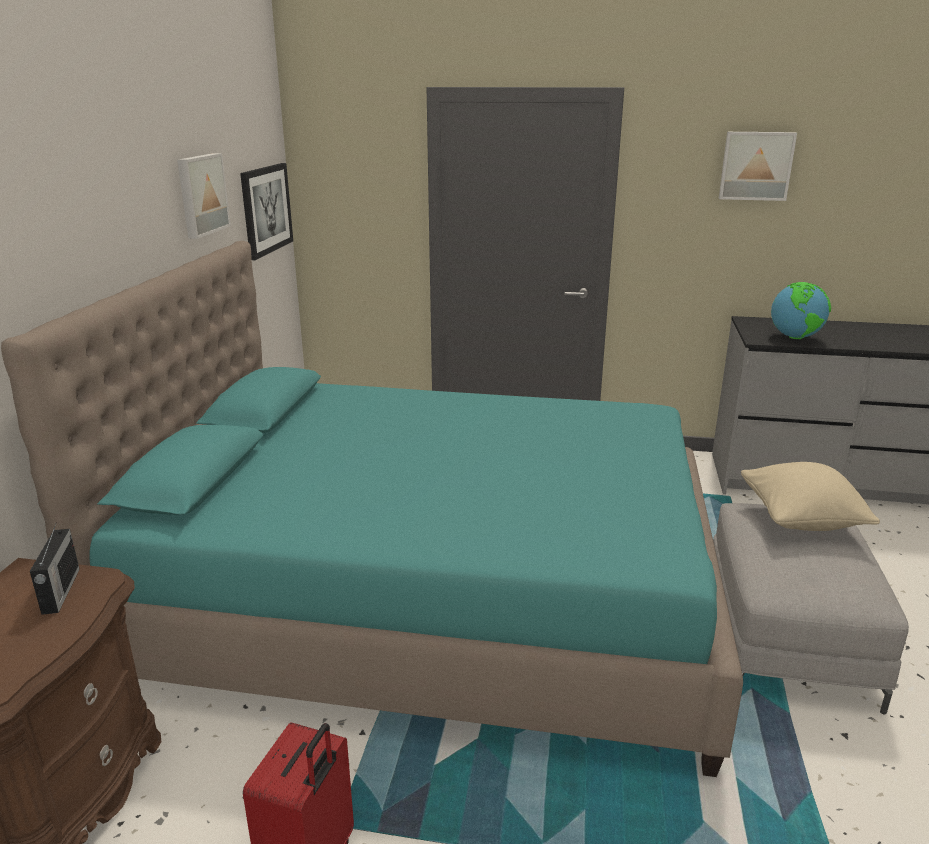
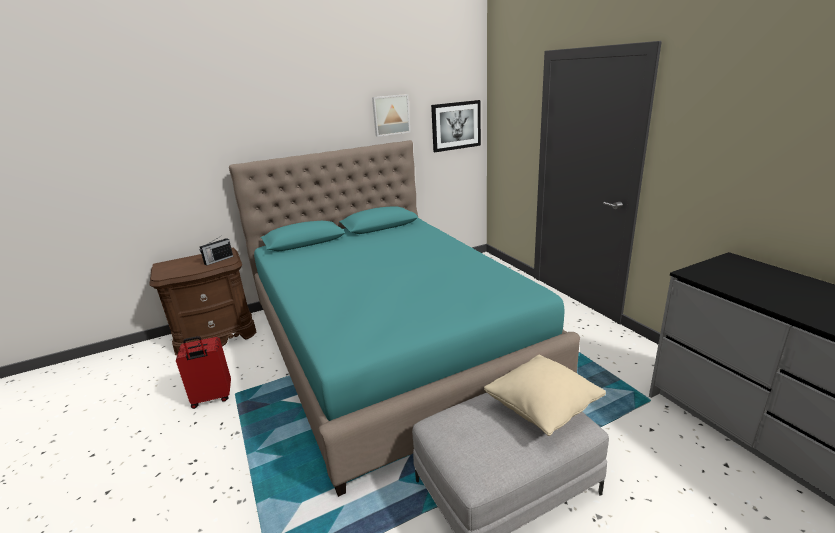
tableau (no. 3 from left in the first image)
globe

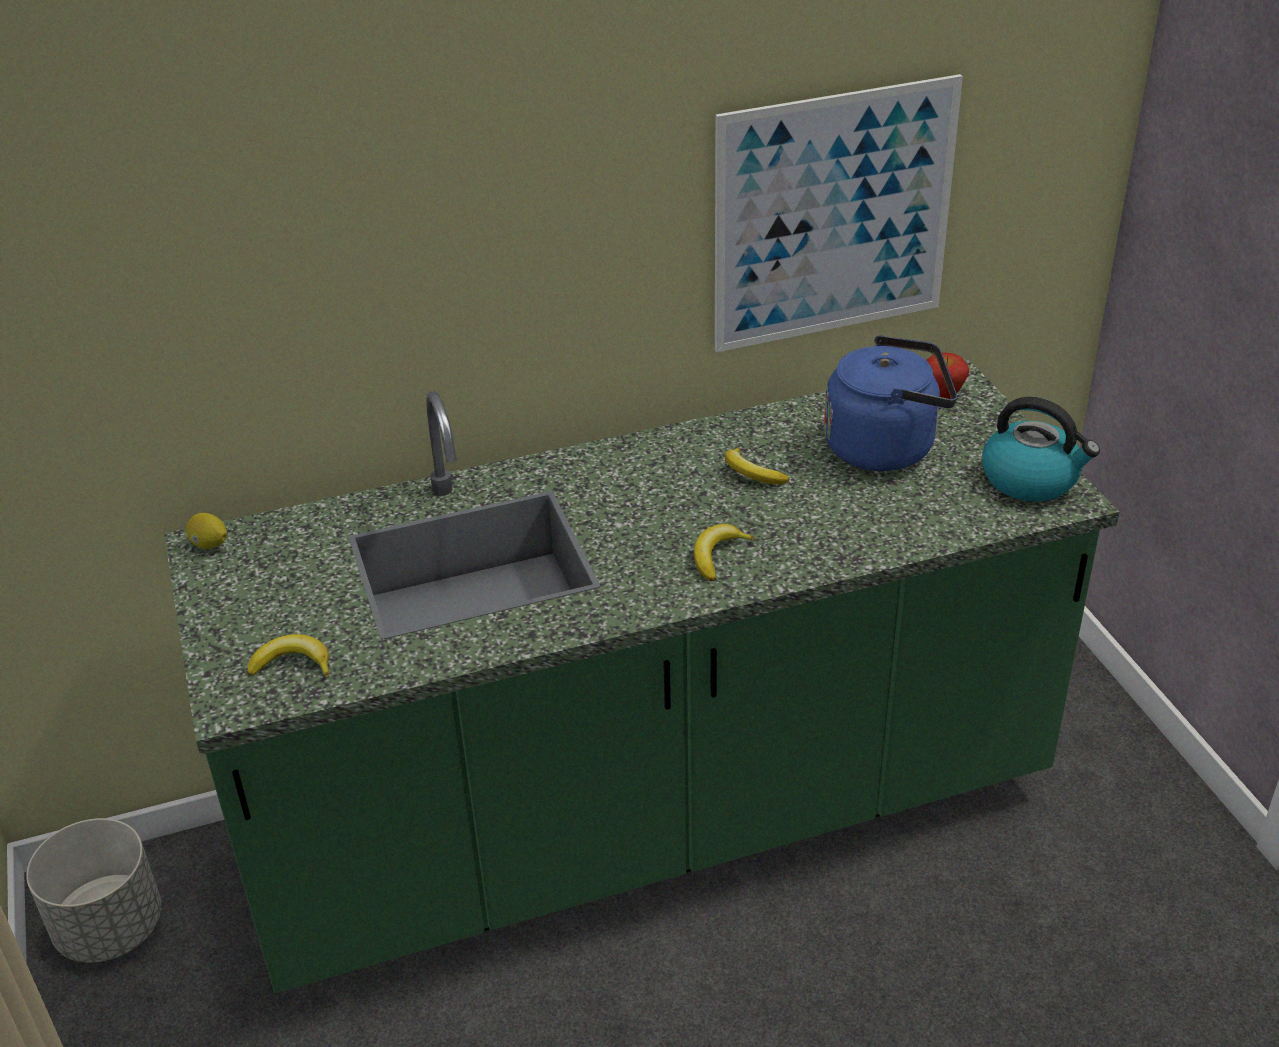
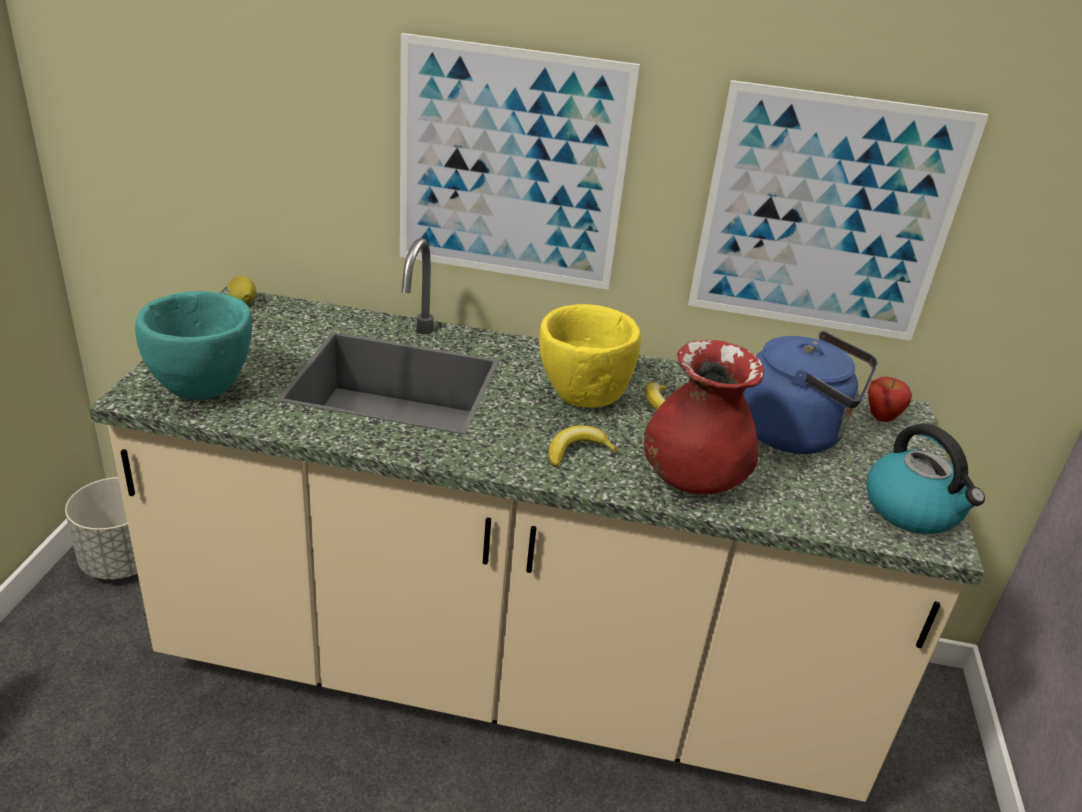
comptoir de cuisine/beige
bol/turquoise
tableau (no. 1 from left)
bol/jaune
vase/rouge

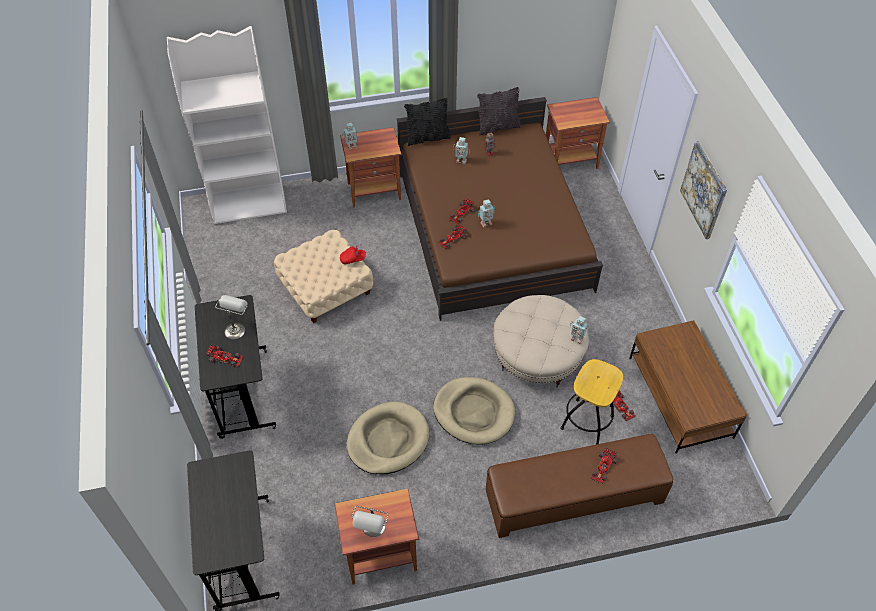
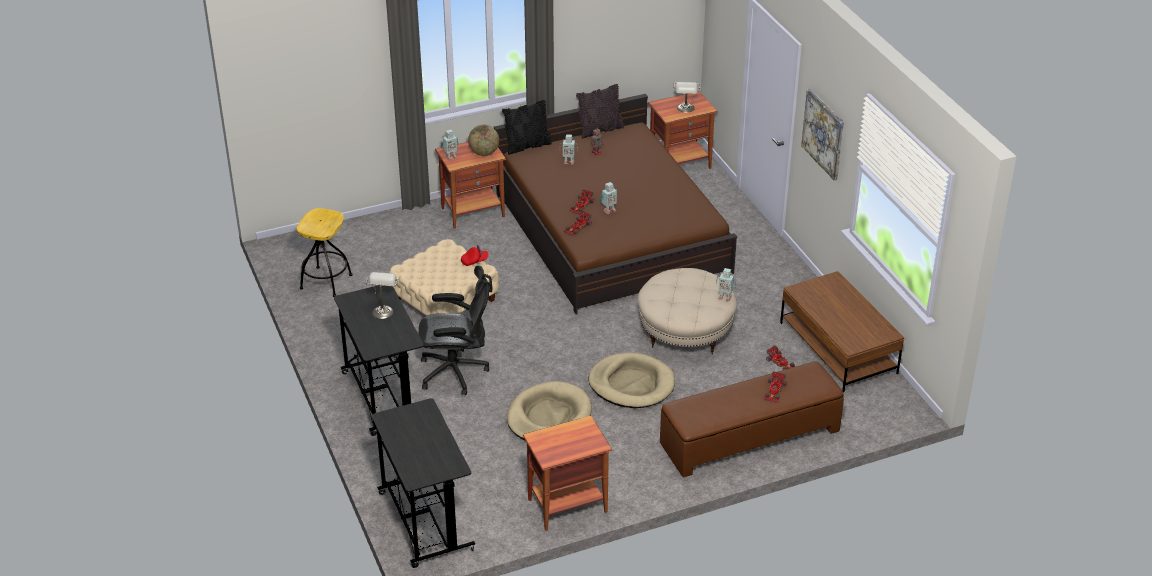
tabouret/jaune
chaise de bureau
globe
lampe de table/blanc (no. 2 from left)
bibliothèque/blanc
petite voiture (no. 1 from left in the first image)

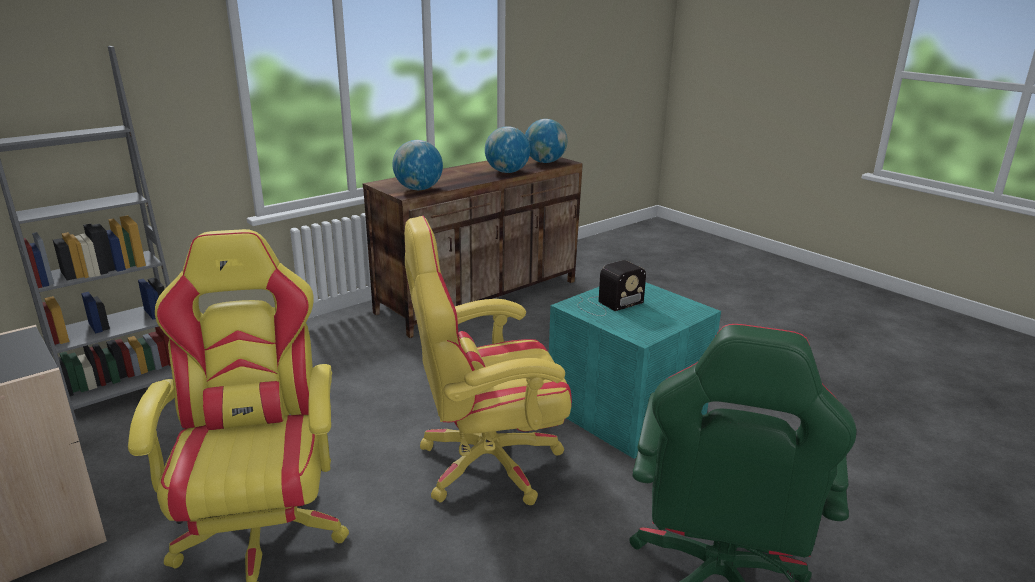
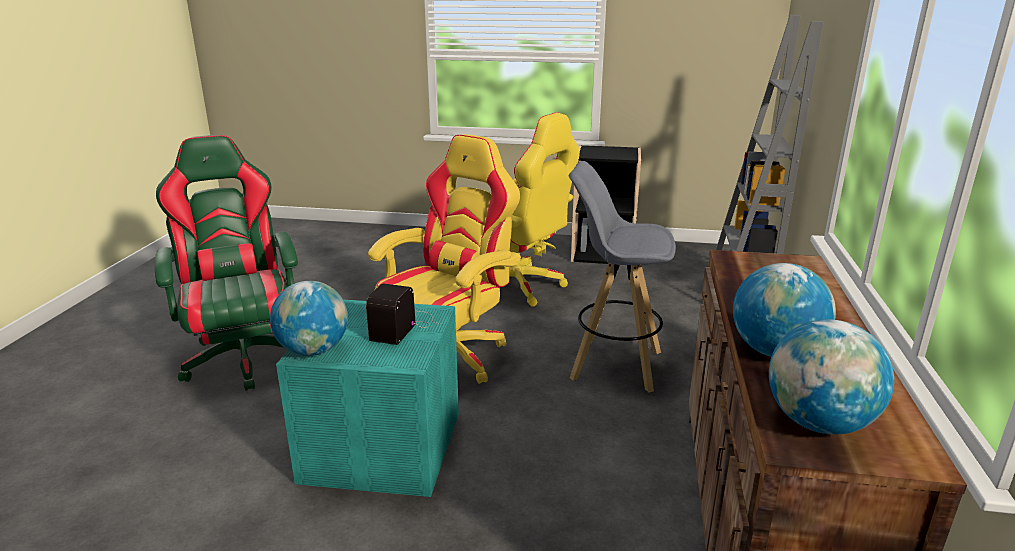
globe (no. 1 from left)
tabouret/gris

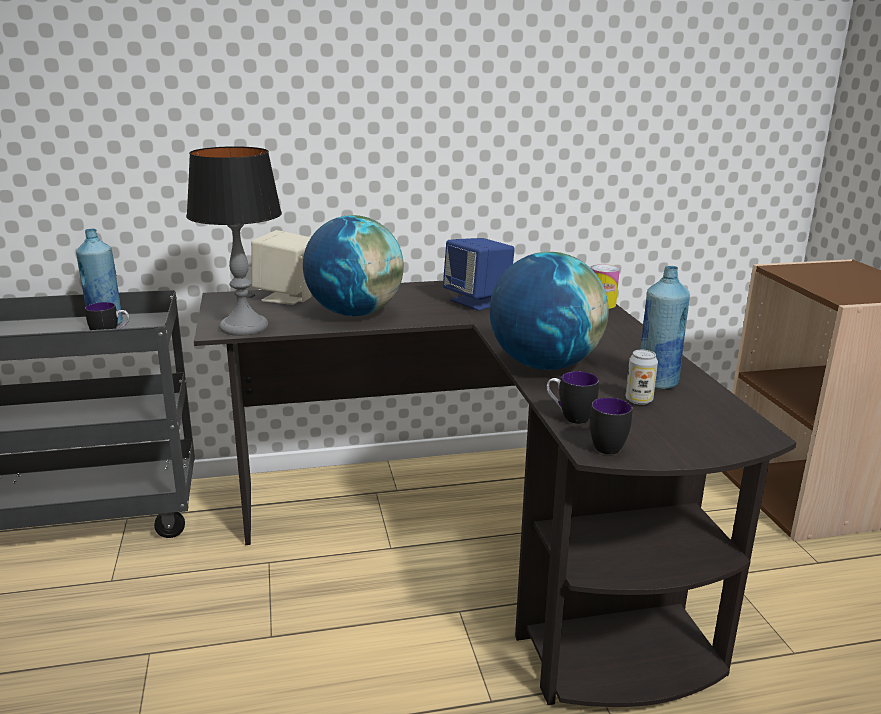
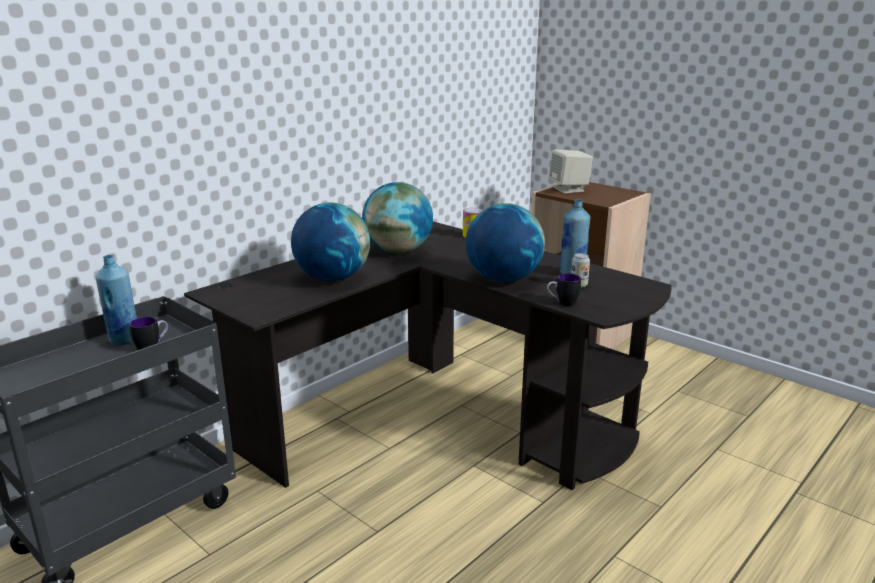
globe (no. 2 from left)
enceinte/beige
lampe de table
mug (no. 3 from left in the first image)

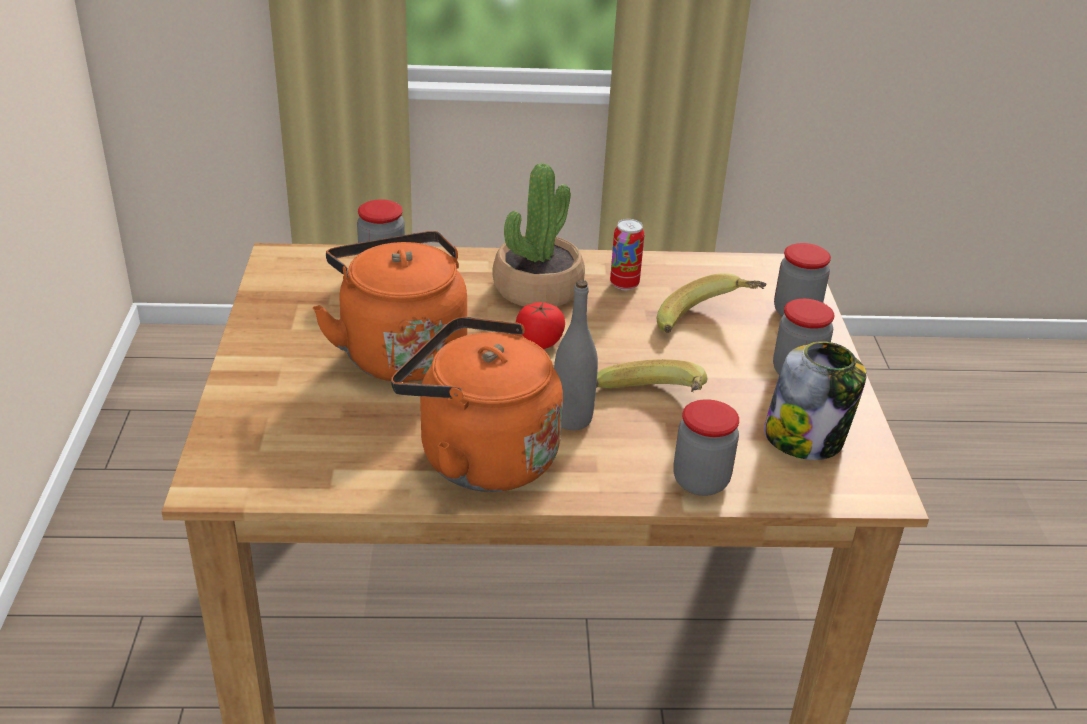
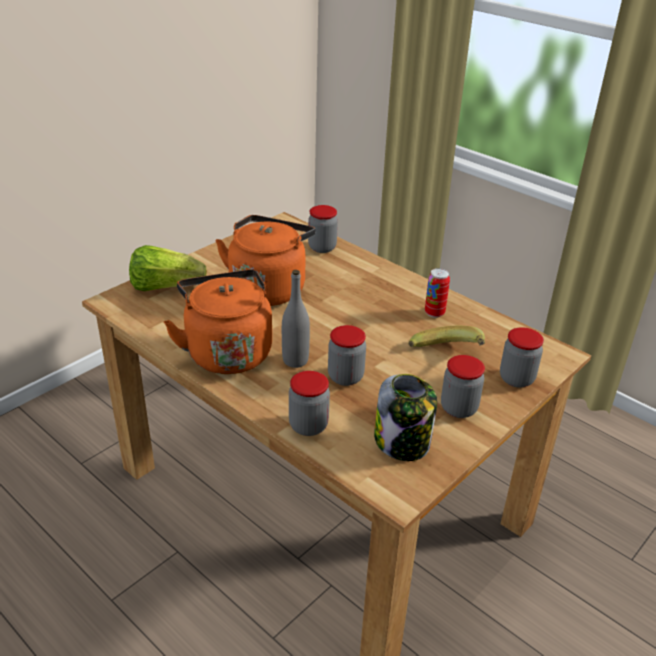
laitue
bocal (no. 3 from left)
plante en pot
tomate

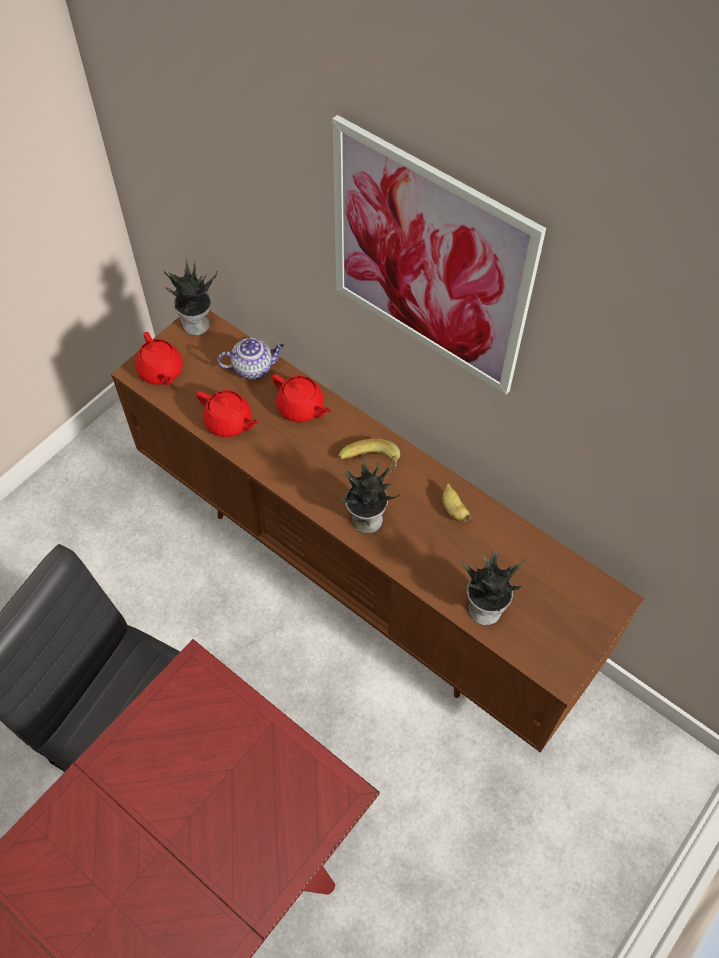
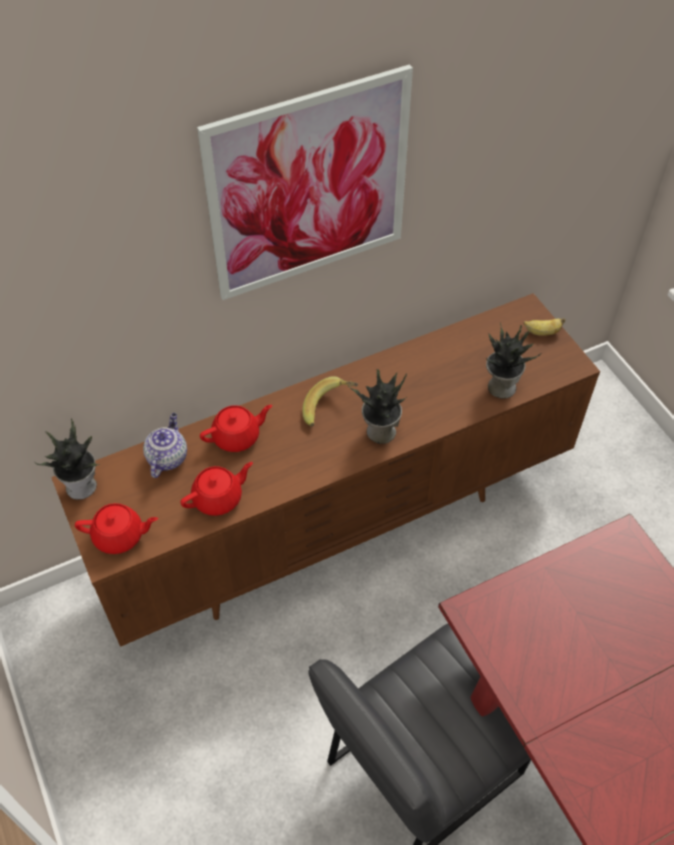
banane (no. 2 from left)

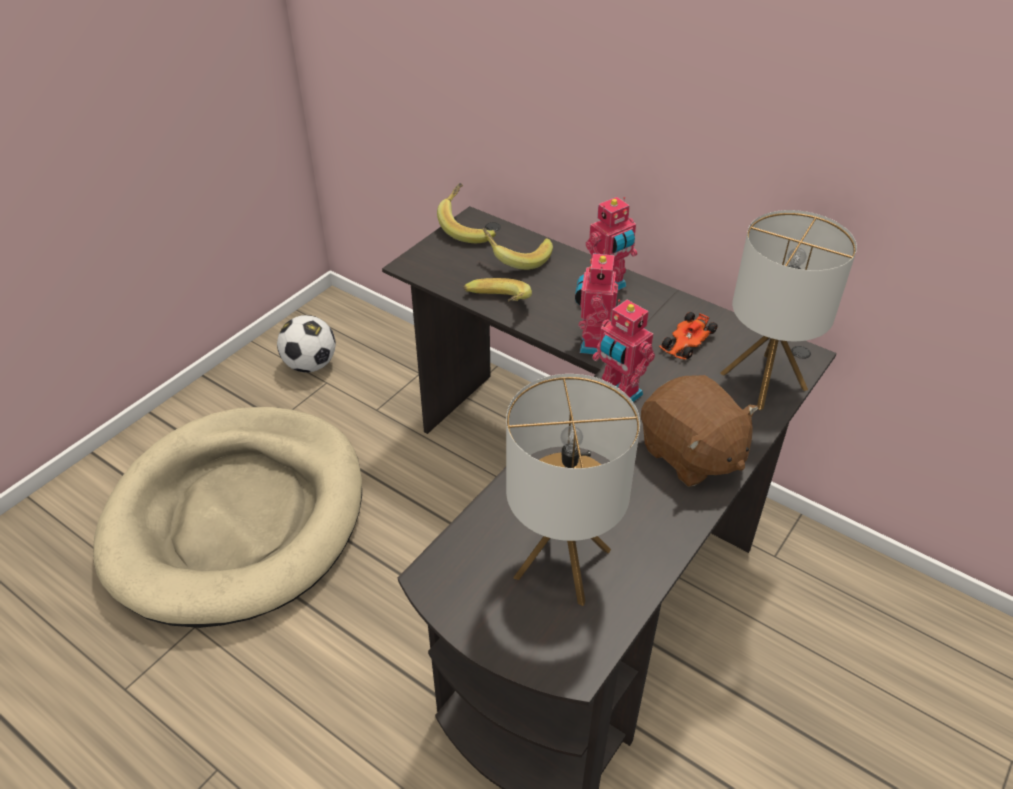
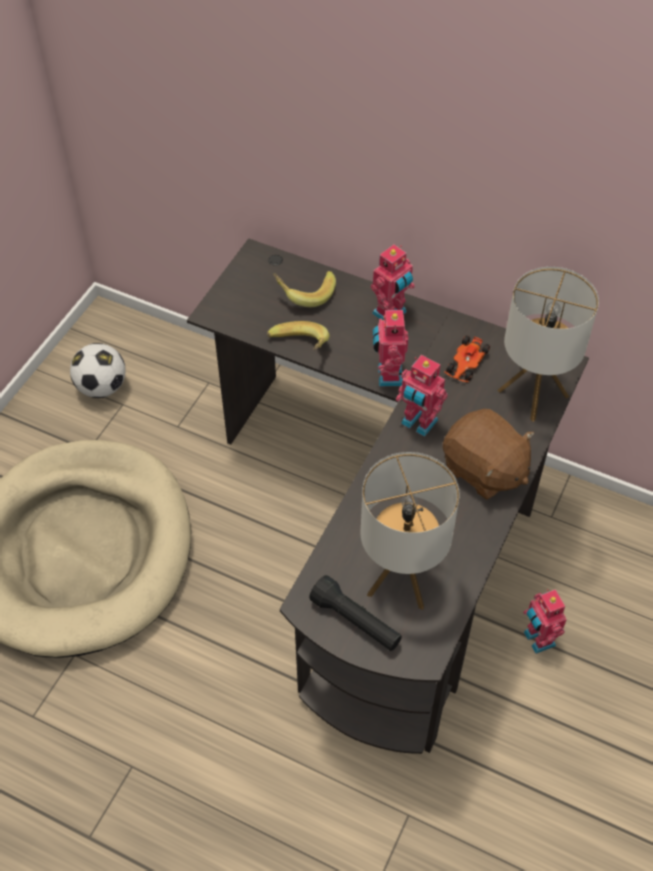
lampe de poche/noir
robot jouet (no. 4 from left)
banane (no. 1 from left in the first image)

